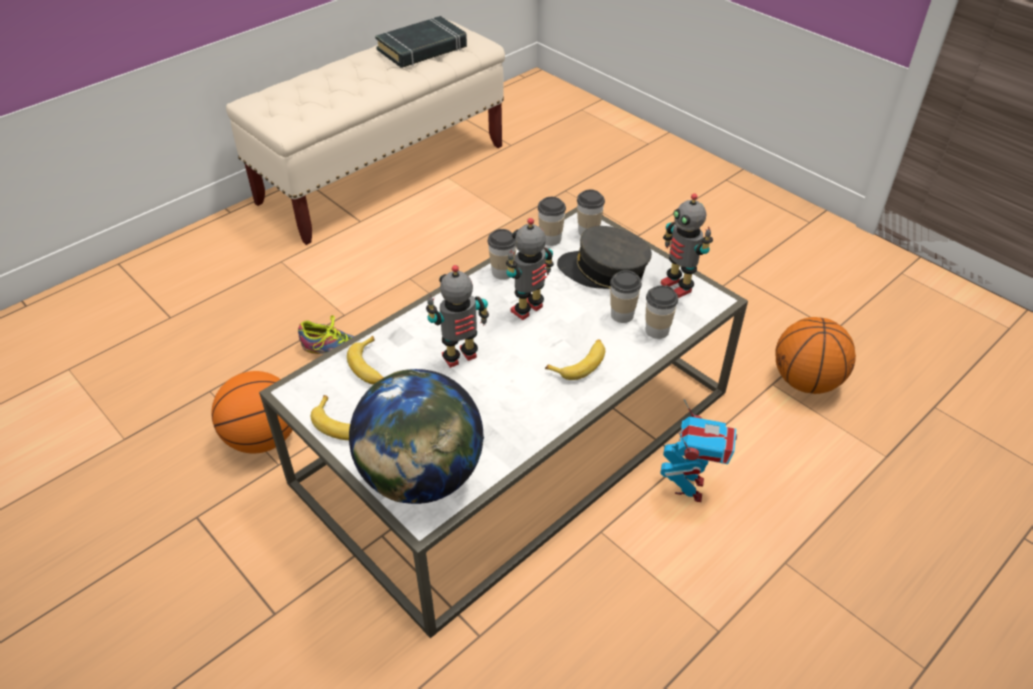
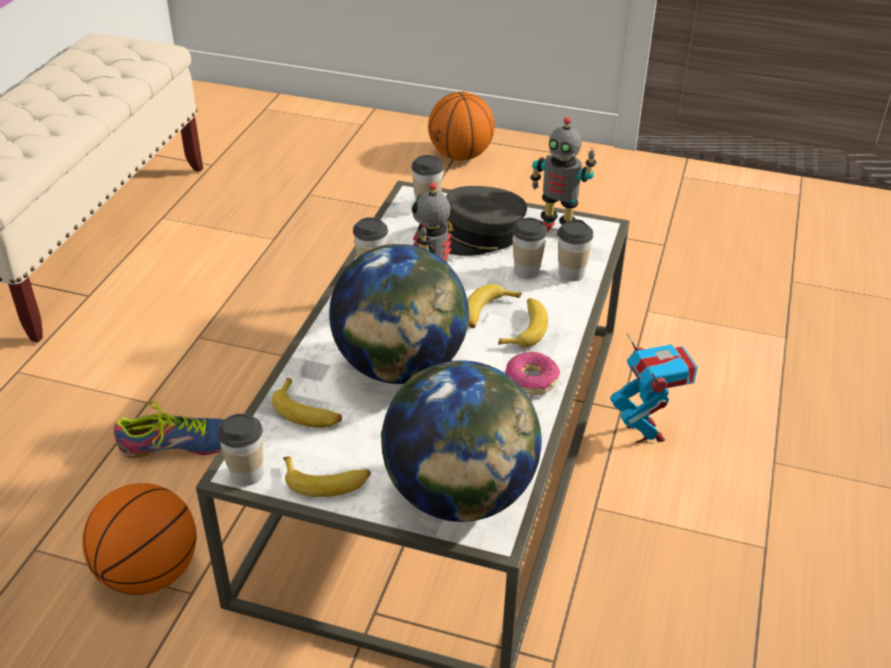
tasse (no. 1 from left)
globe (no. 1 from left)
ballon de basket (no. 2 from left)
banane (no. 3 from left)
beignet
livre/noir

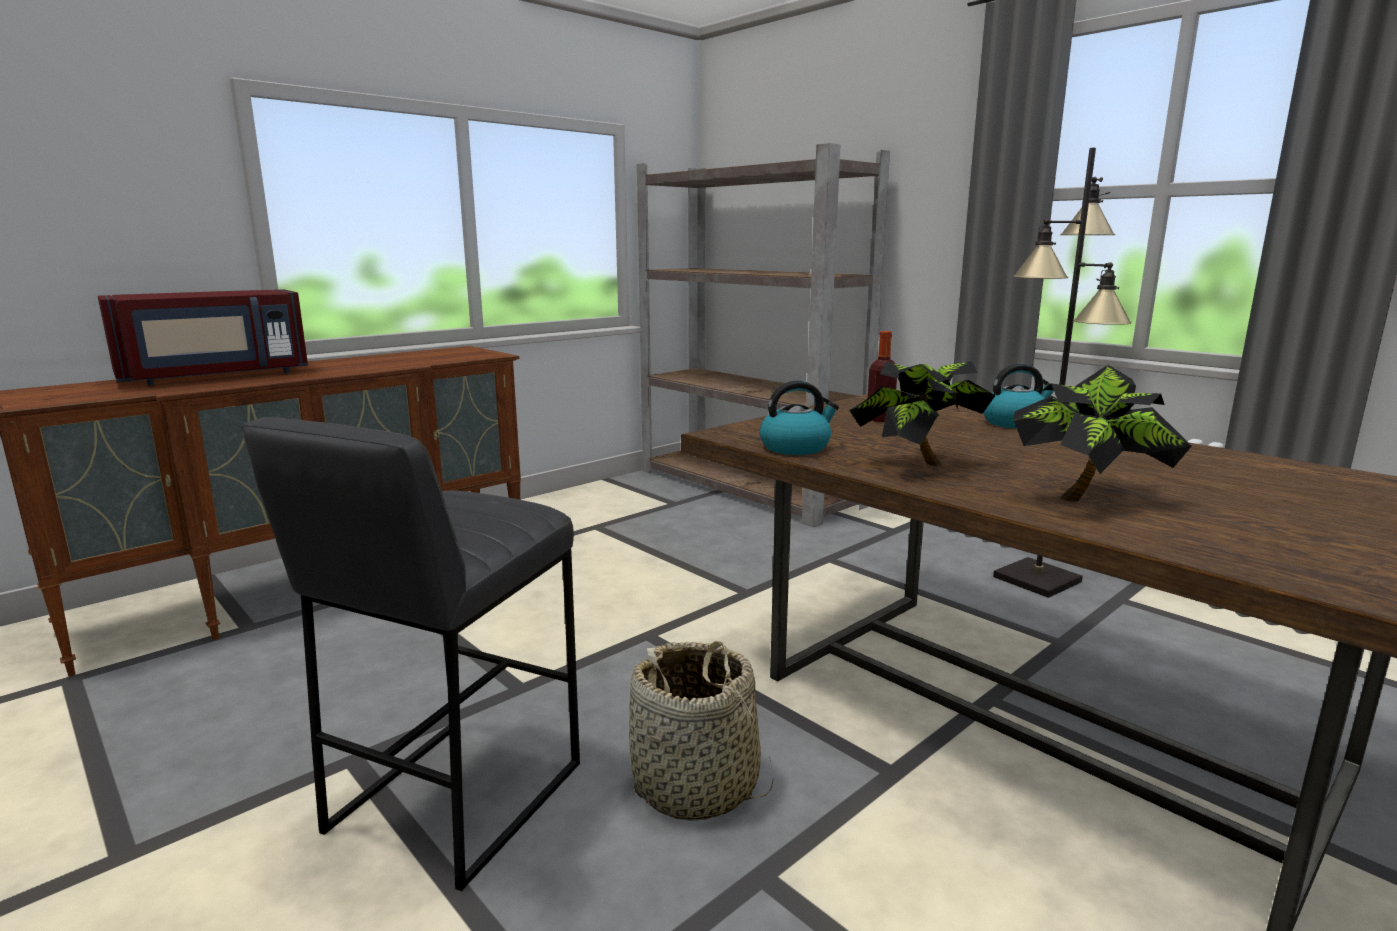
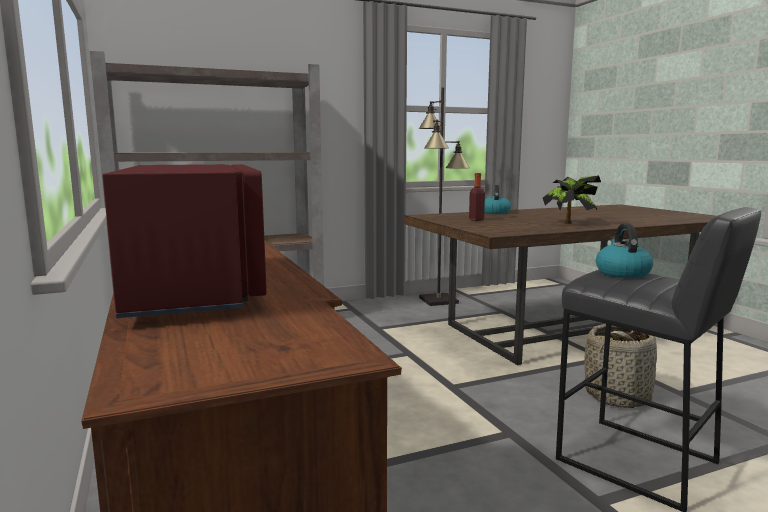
bouilloire (no. 2 from left)
plante en pot (no. 2 from left in the first image)

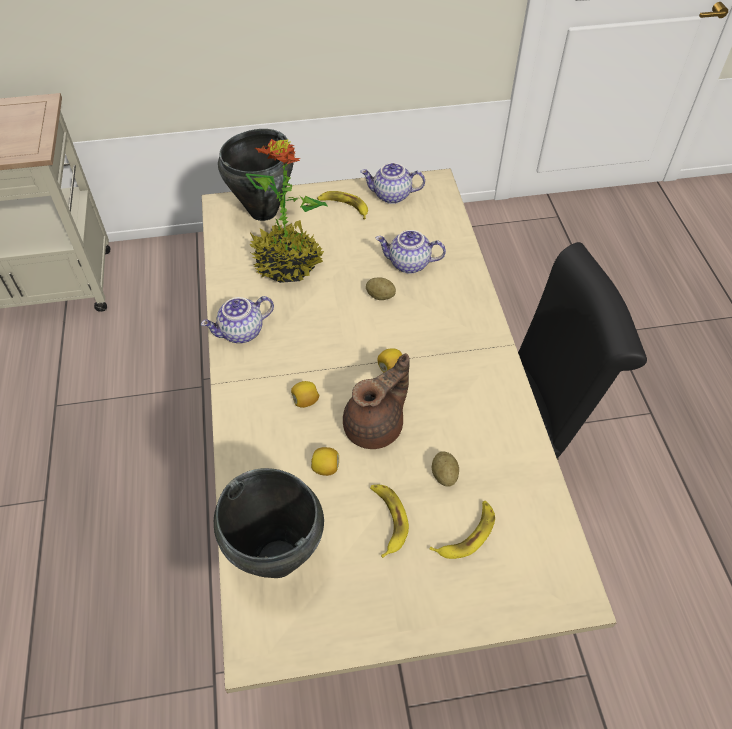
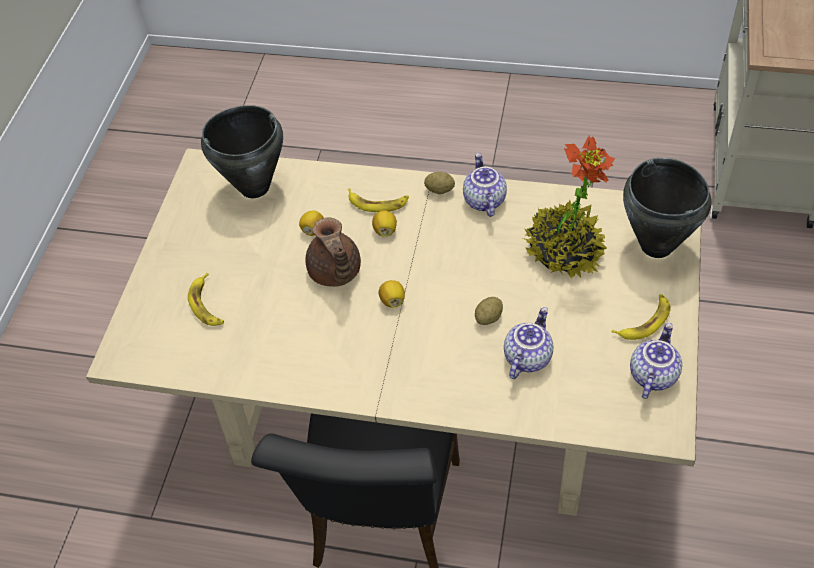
banane (no. 2 from left)
pomme de terre (no. 1 from left)

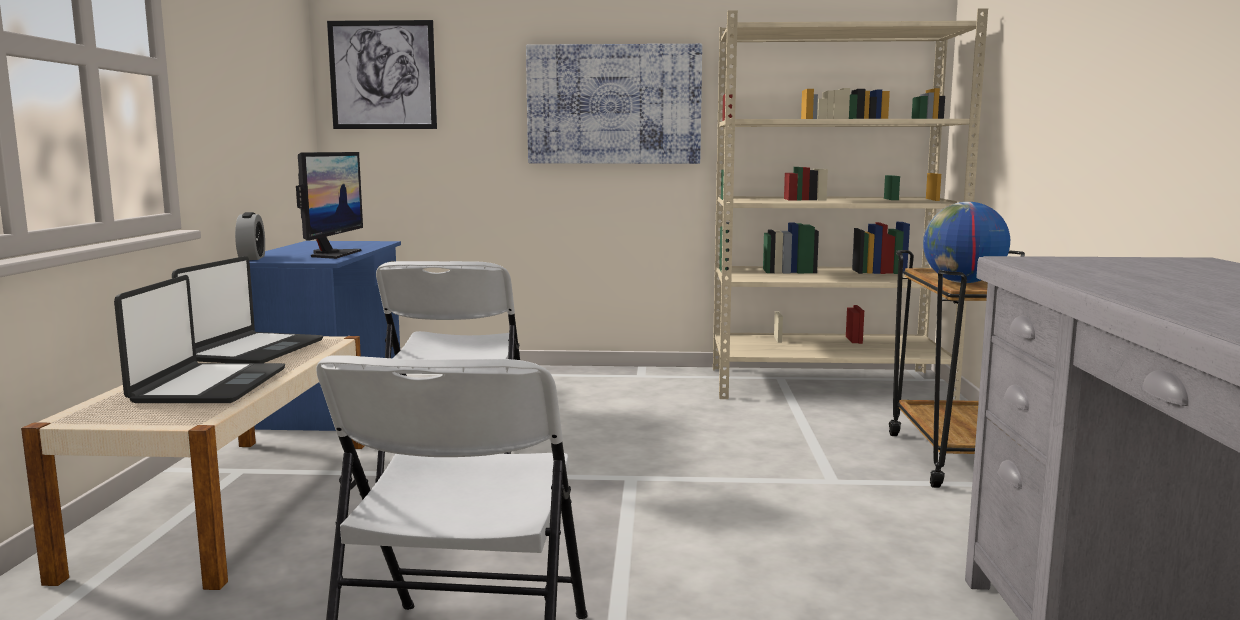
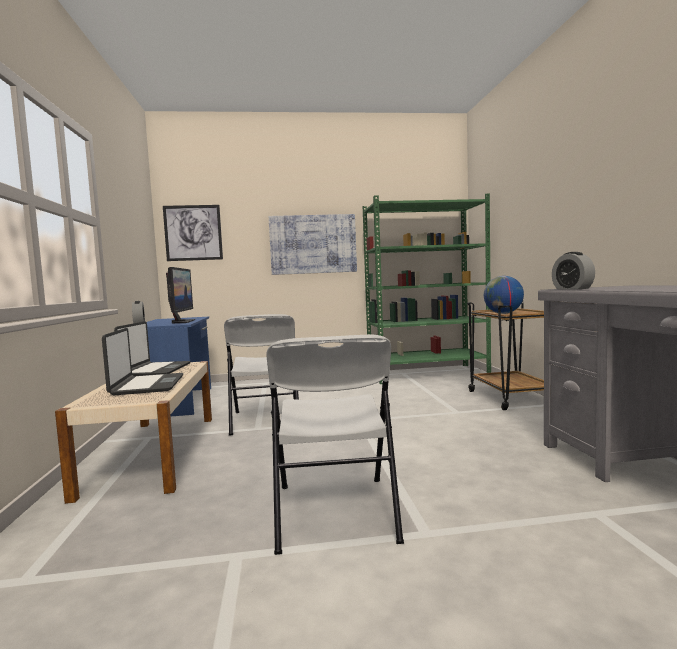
bibliothèque/vert
réveil (no. 2 from left)

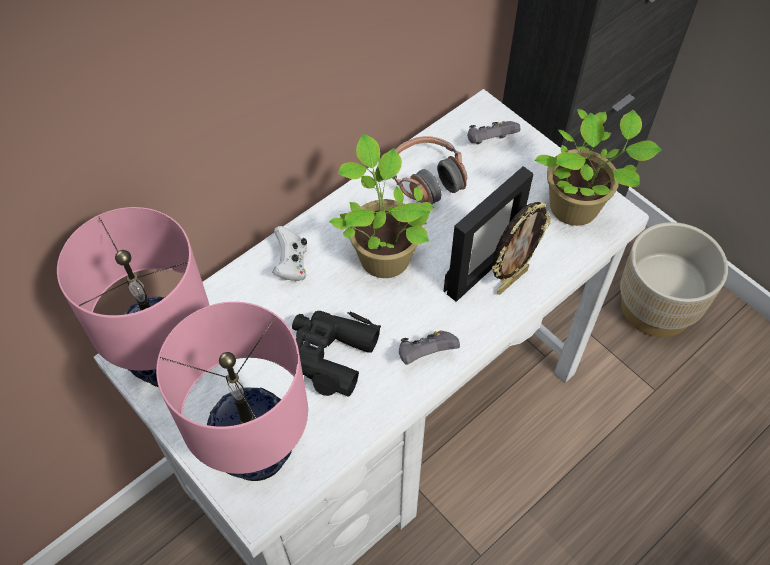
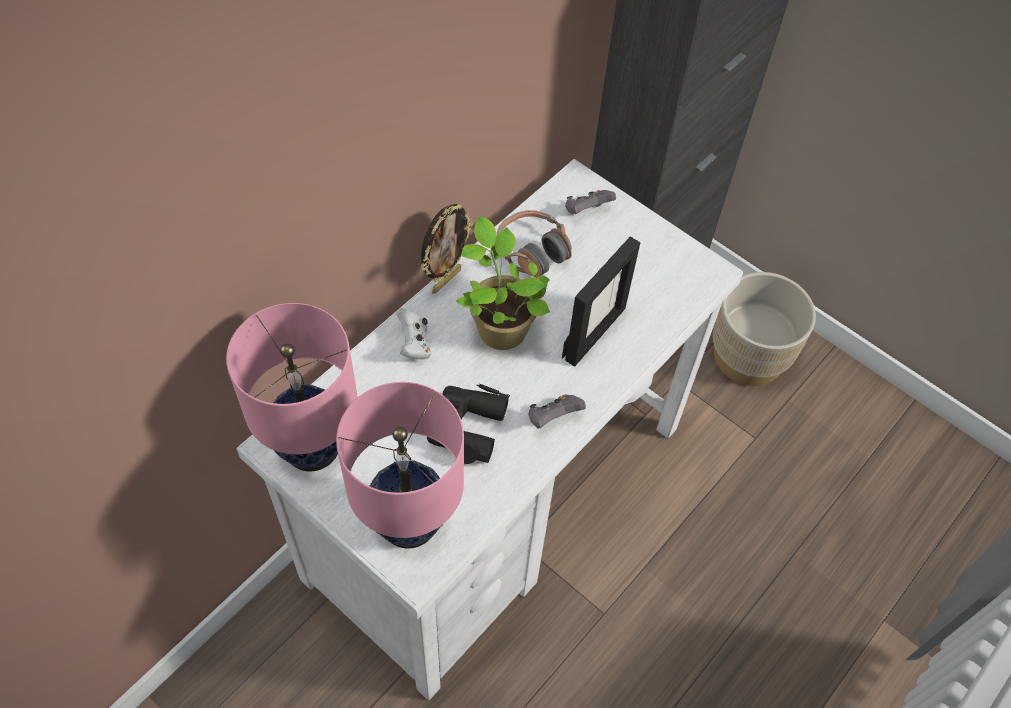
cadre photo (no. 1 from left)
plante en pot (no. 2 from left in the first image)

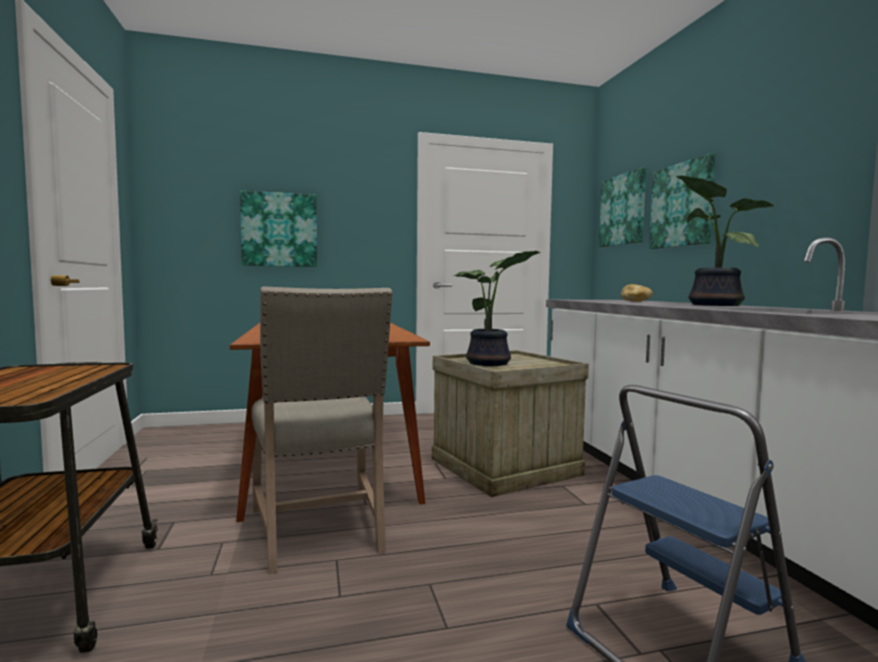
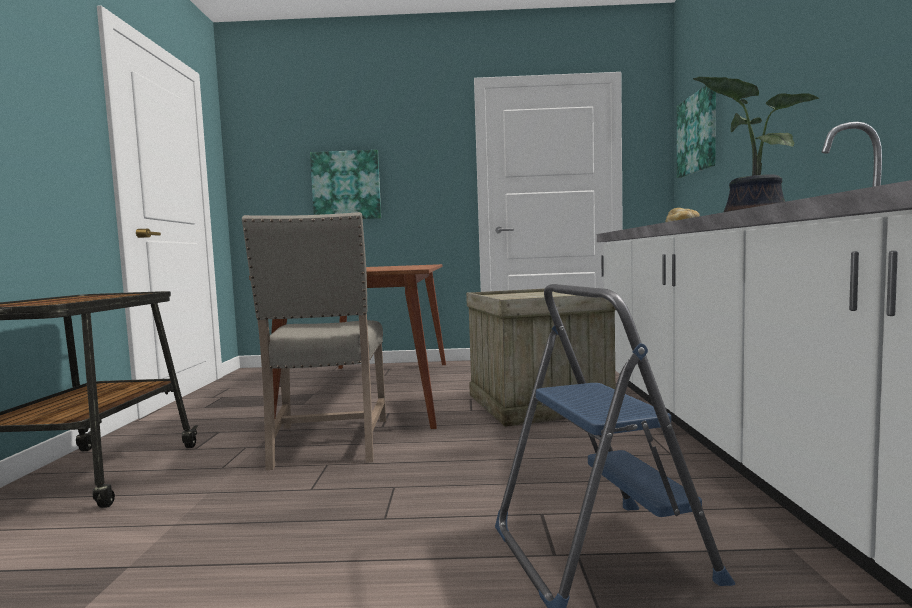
plante en pot (no. 1 from left in the first image)
tableau (no. 3 from left in the first image)

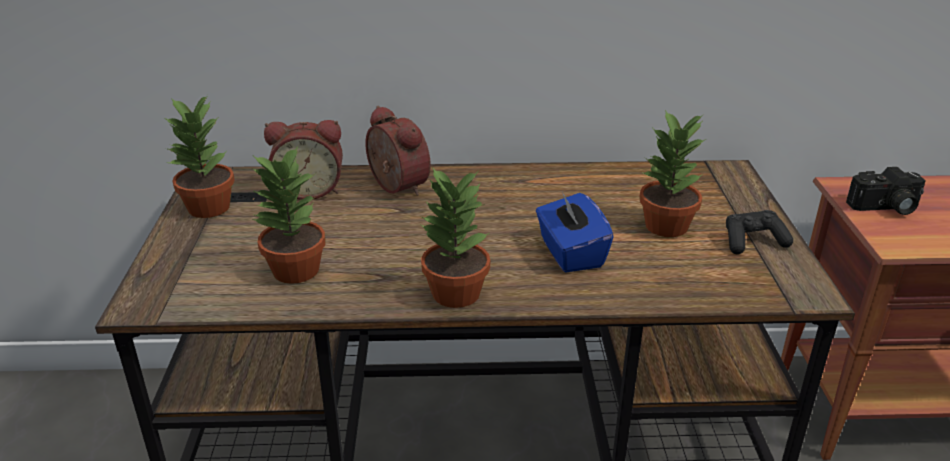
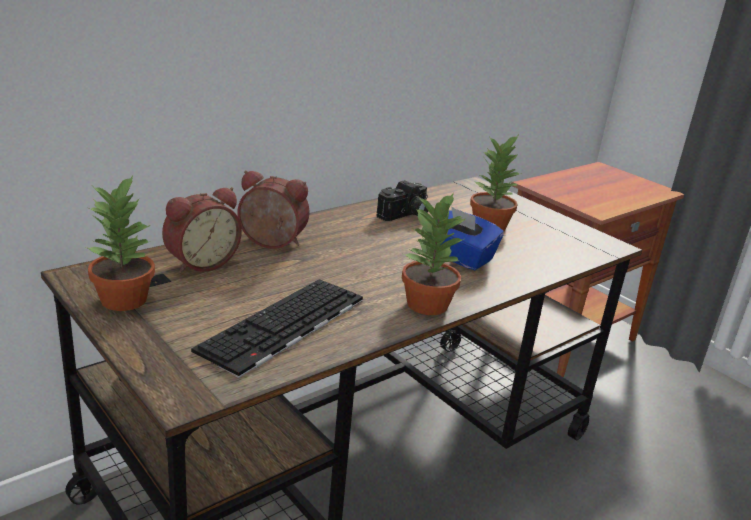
clavier
appareil photo
manette/noir

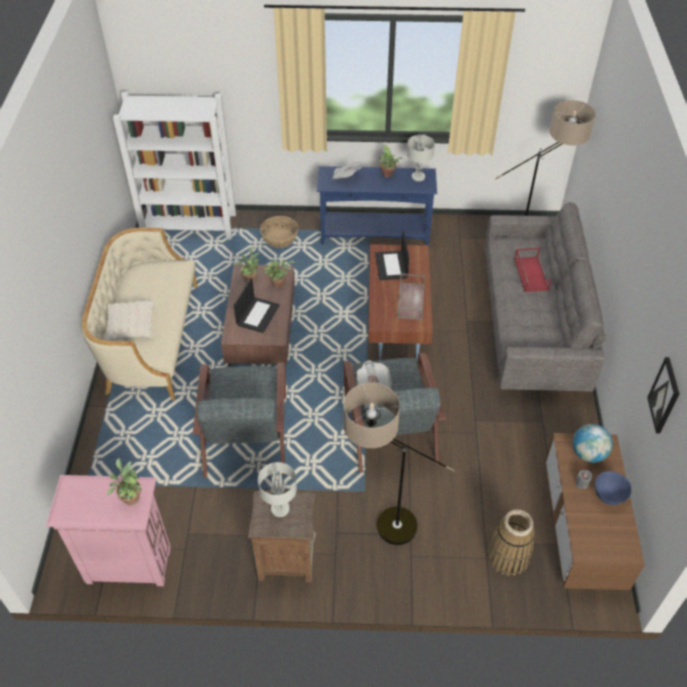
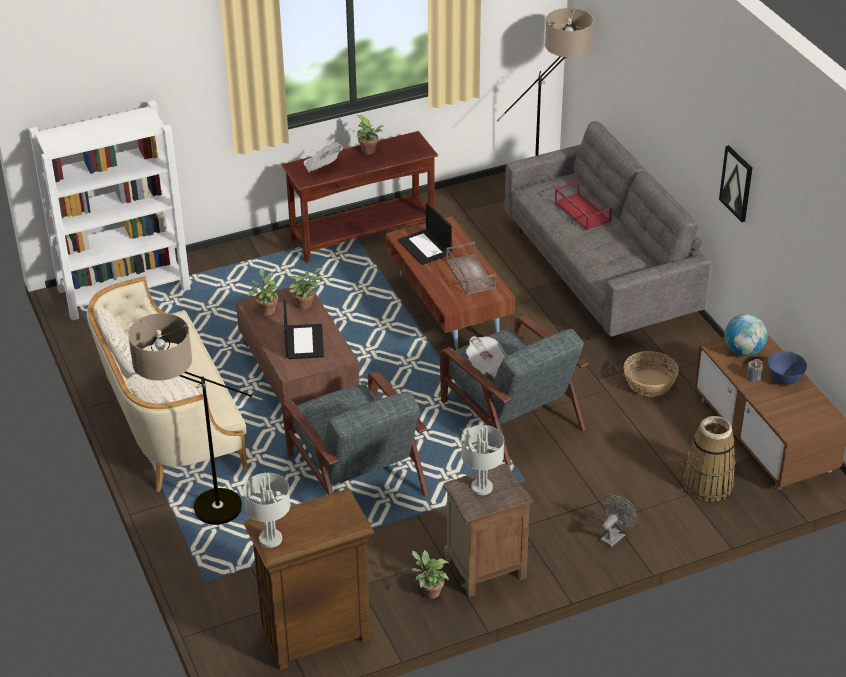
coussin/beige (no. 1 from left)
lampadaire (no. 1 from left)
lampe de table/gris (no. 1 from left)
meuble de rangement/marron
table console/marron
plante en pot (no. 4 from left)
ventilateur/gris
panier (no. 1 from left)
tableau

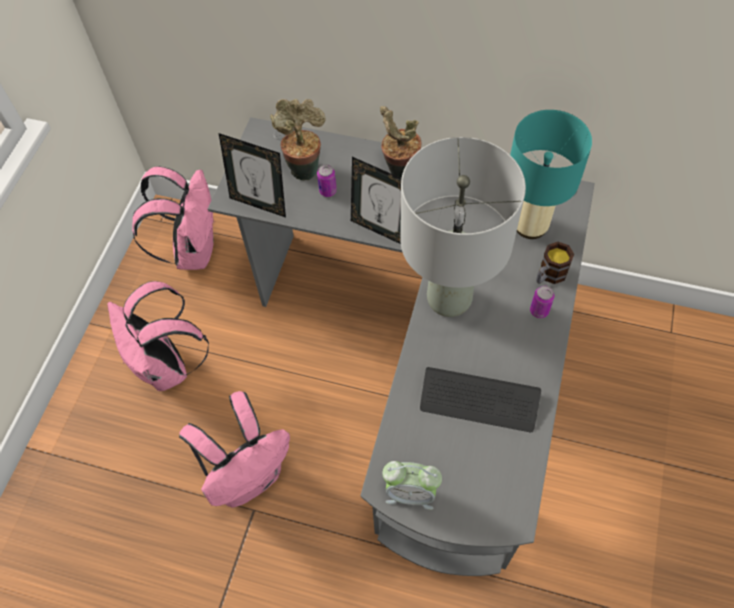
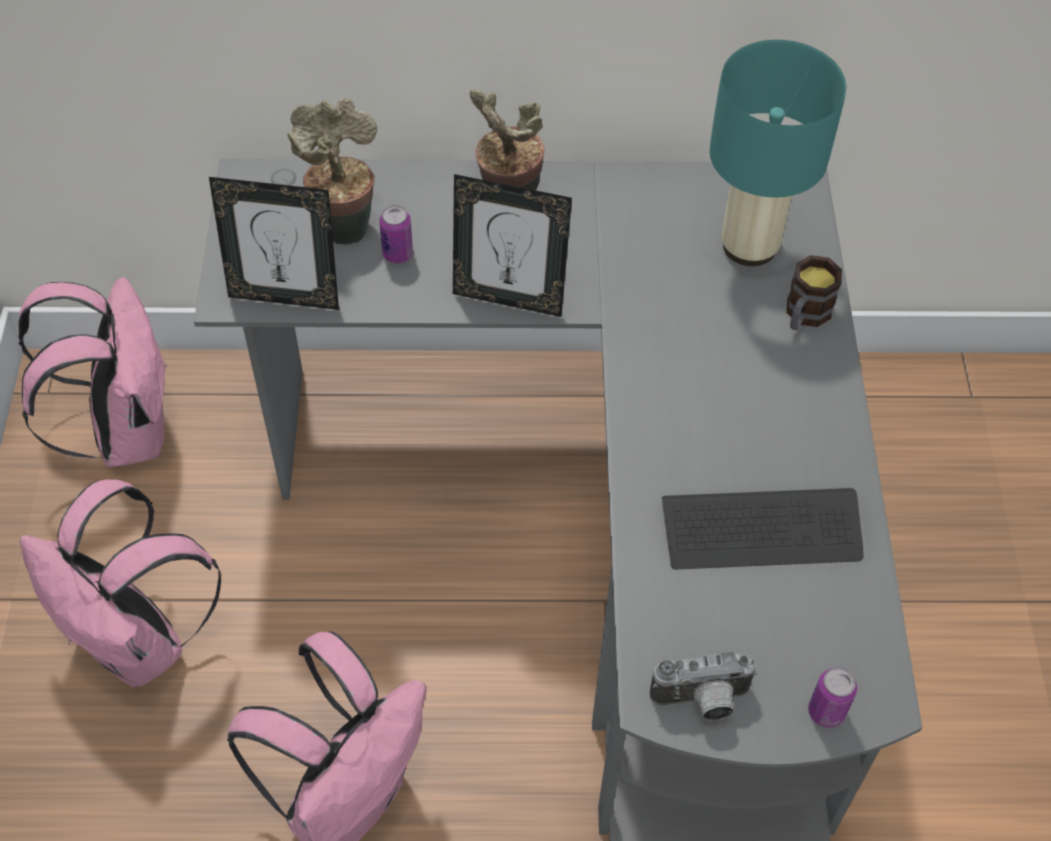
appareil photo
boîte métallique (no. 2 from left)
lampe de table/gris

